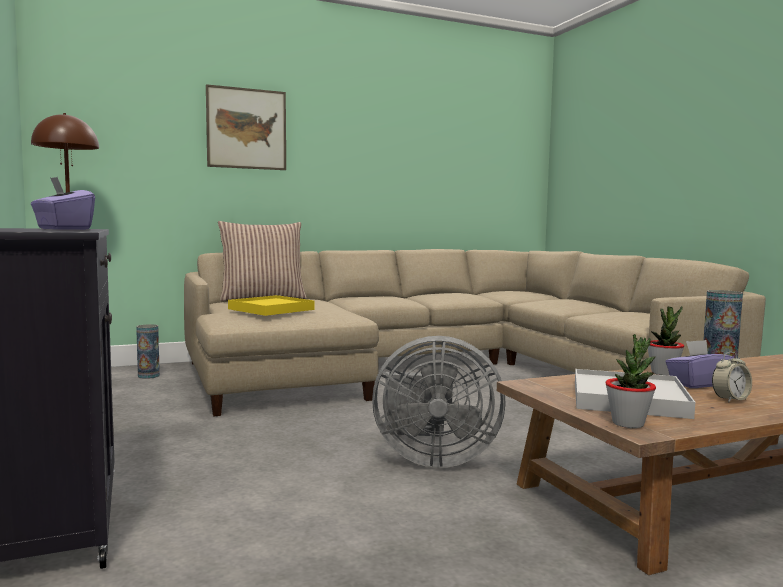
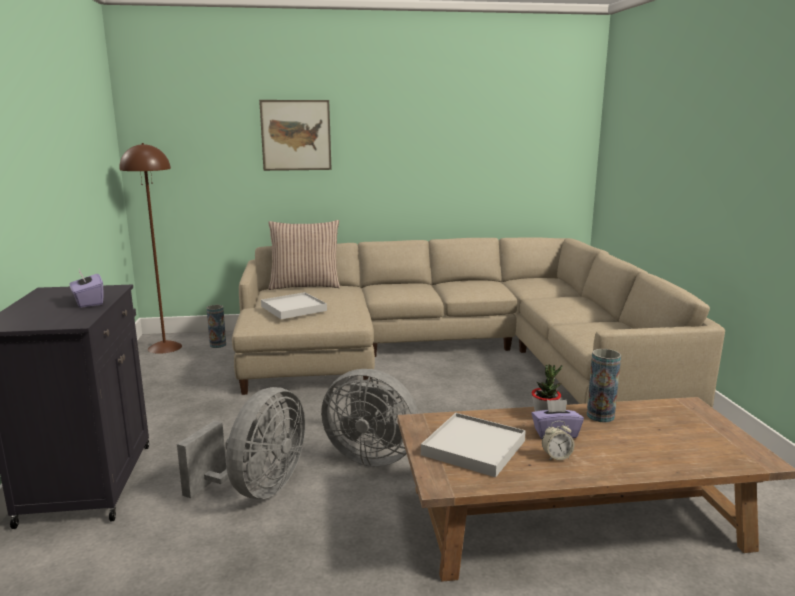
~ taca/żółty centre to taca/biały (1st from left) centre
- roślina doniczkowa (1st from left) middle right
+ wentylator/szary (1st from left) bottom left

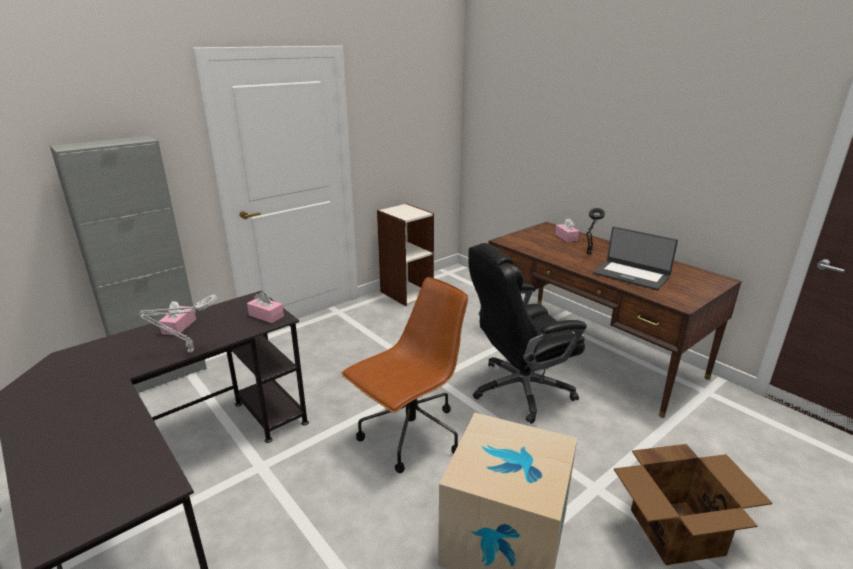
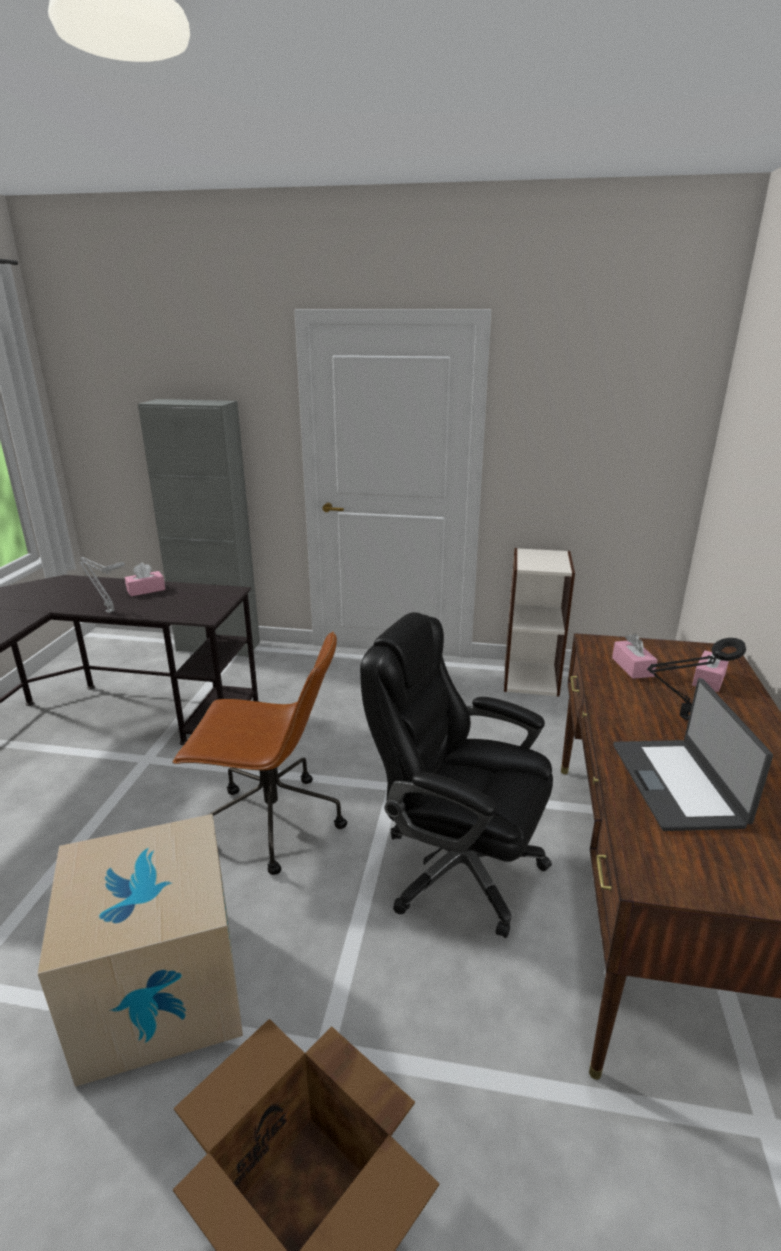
~ pudełko chusteczek/różowy (2nd from left) middle left to middle right

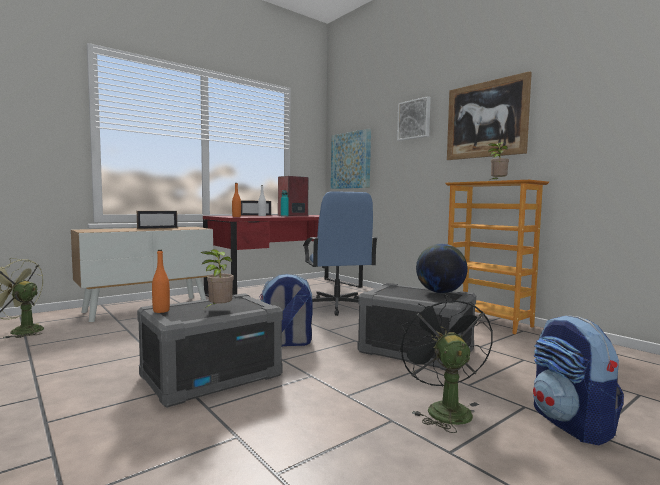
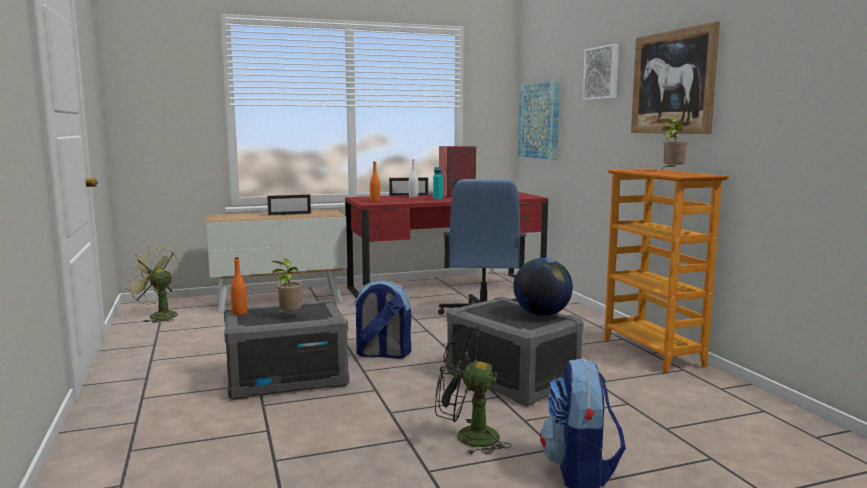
~ wentylator/czarny bottom right = bottom centre 90 degrees counterclockwise

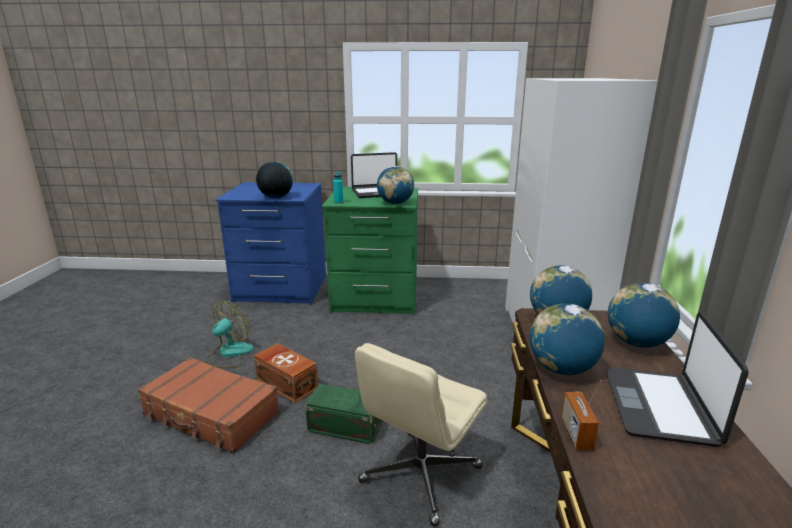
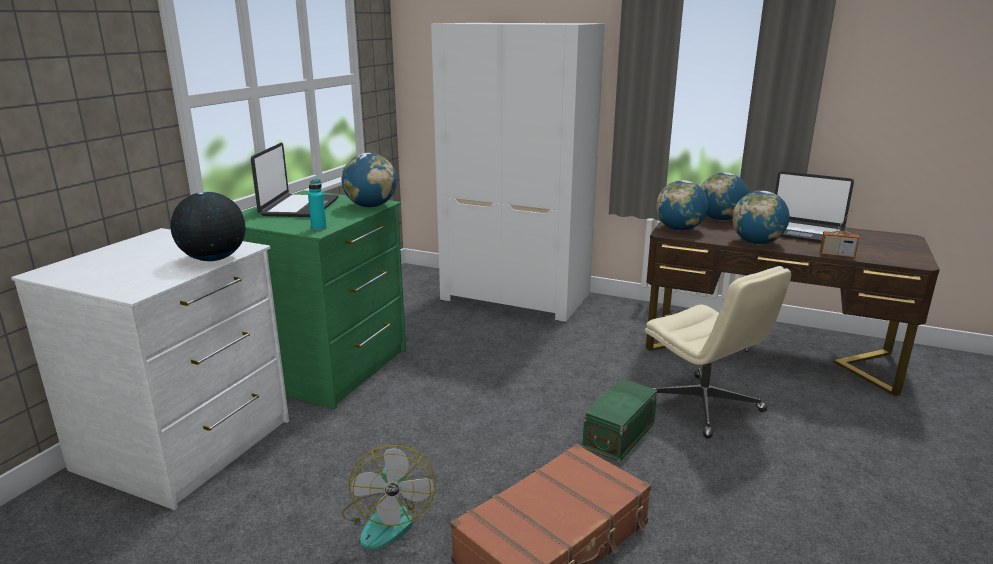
~ wentylator middle left = bottom centre 150 degrees counterclockwise
~ komoda/niebieski centre to komoda/biały middle left
- pojemnik do przechowywania/brązowy bottom centre

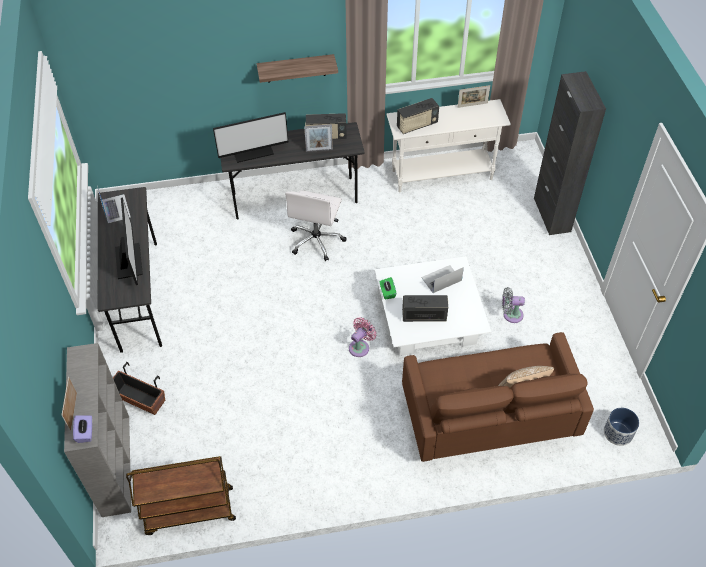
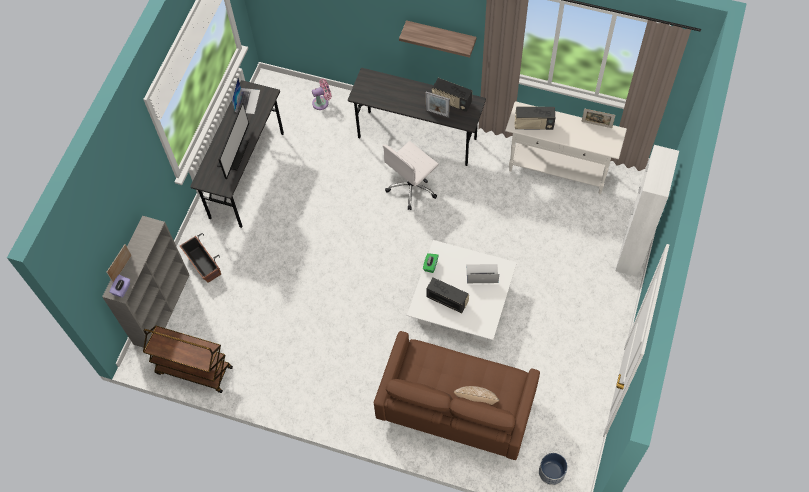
- monitor (2nd from left) top centre
~ wentylator/różowy centre to top centre
- wentylator/szary middle right
~ szafka/czarny top right to szafka/biały middle right

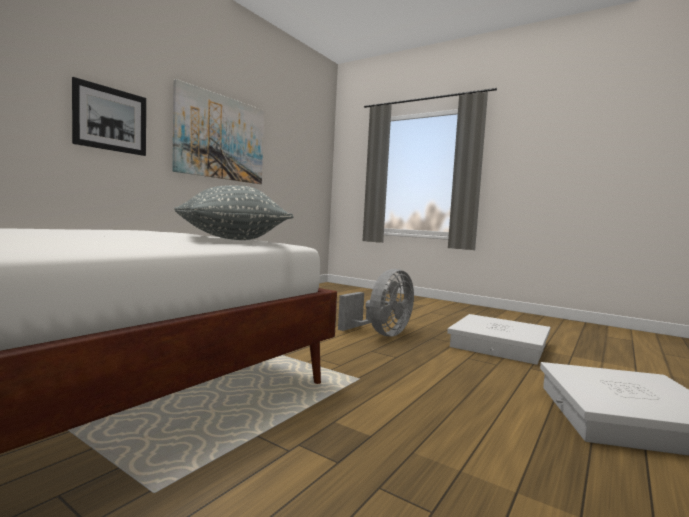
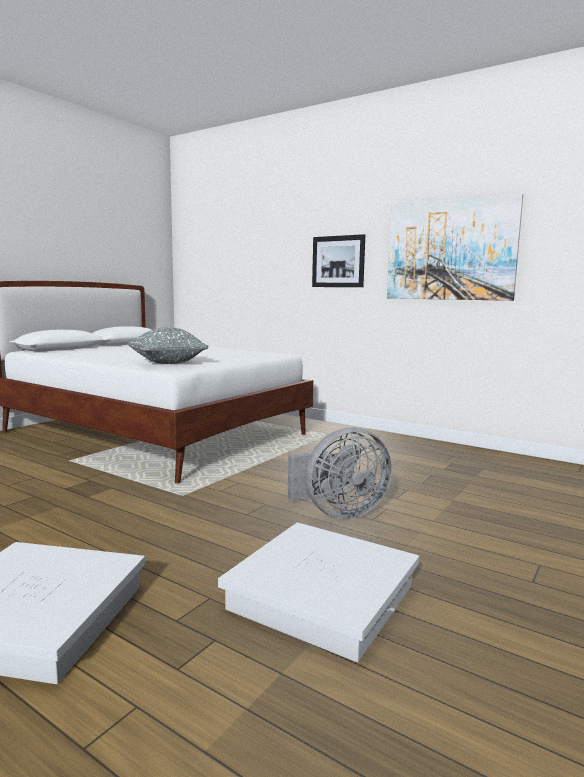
~ wentylator/szary centre = centre 60 degrees counterclockwise

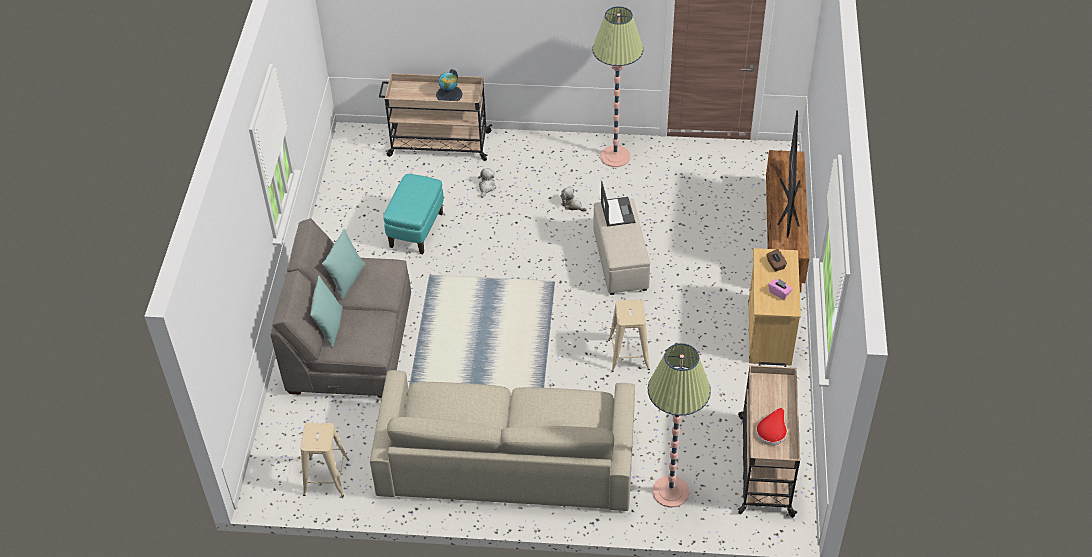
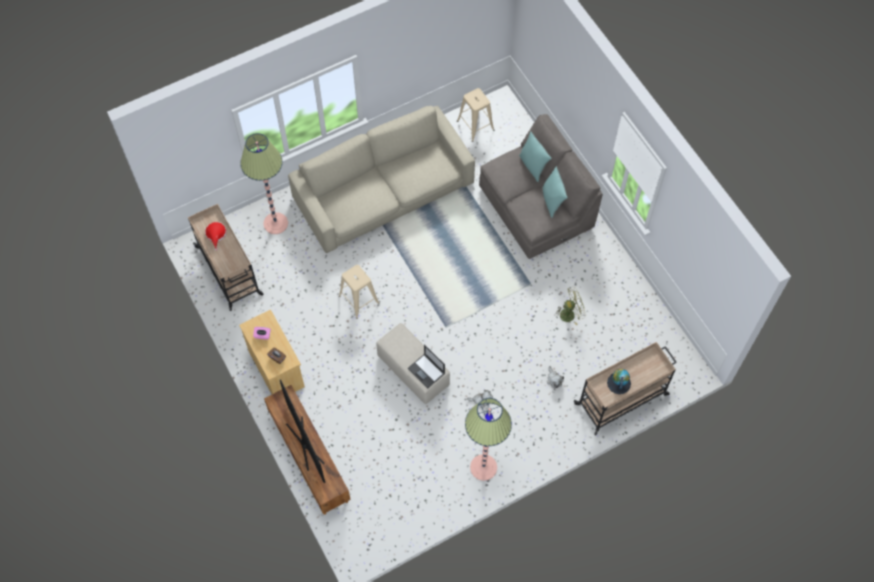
~ pufa/turkusowy centre to wentylator/zielony centre

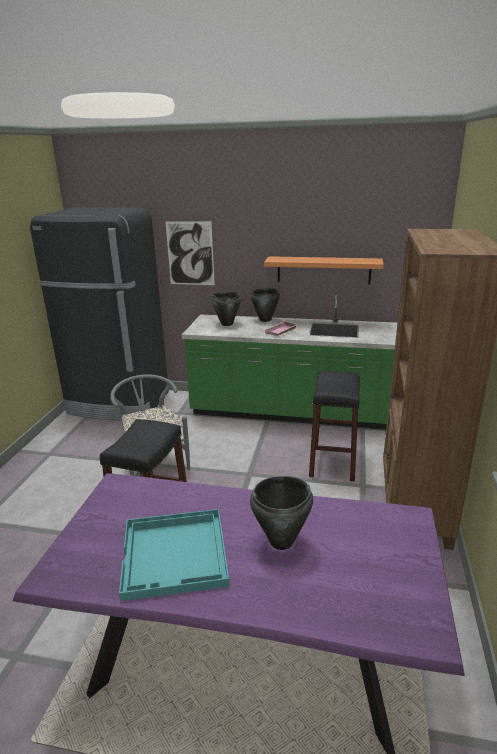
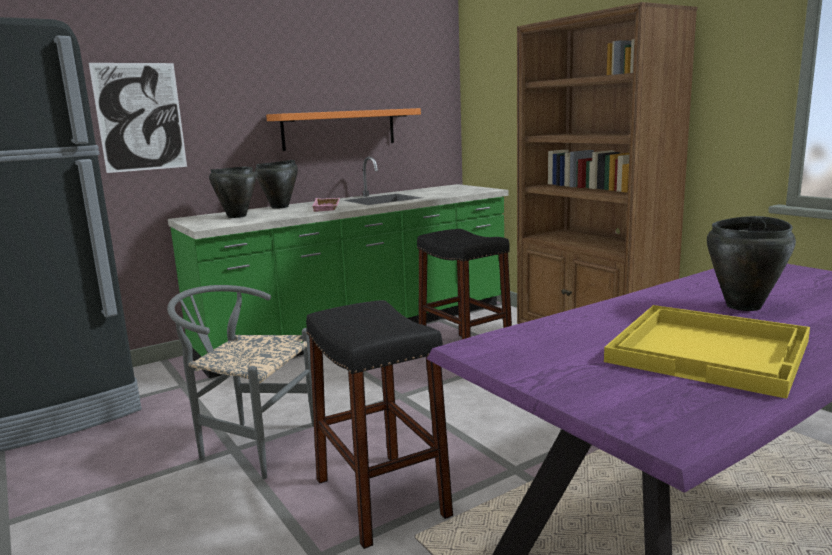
~ taca/turkusowy bottom centre to taca/żółty middle right

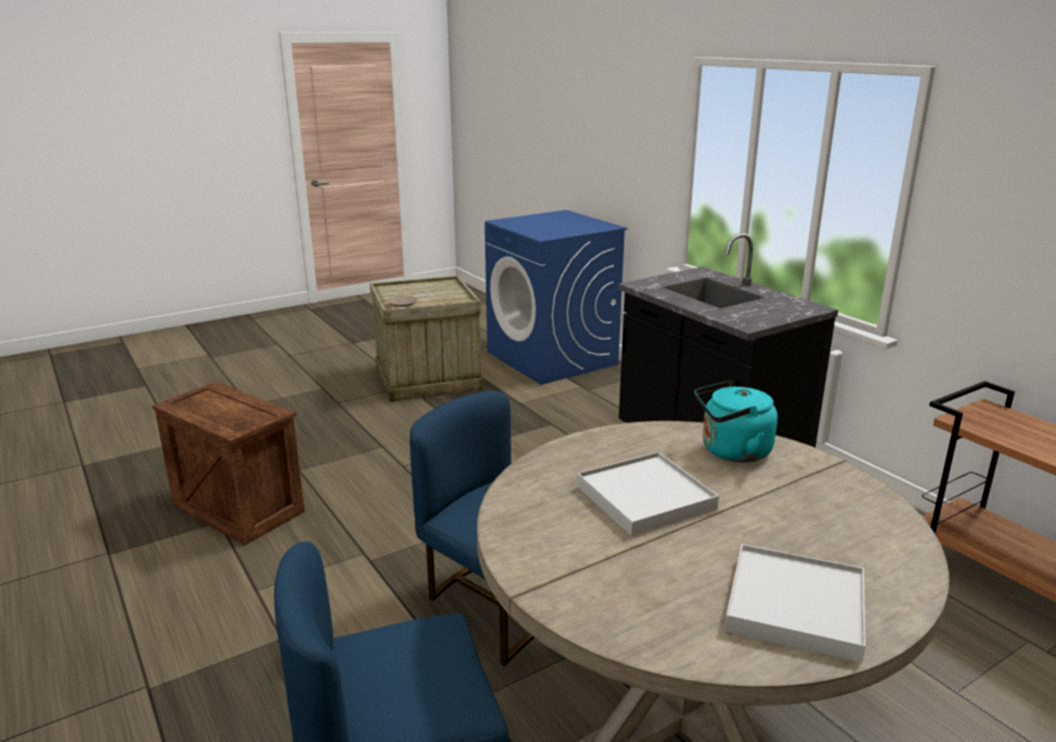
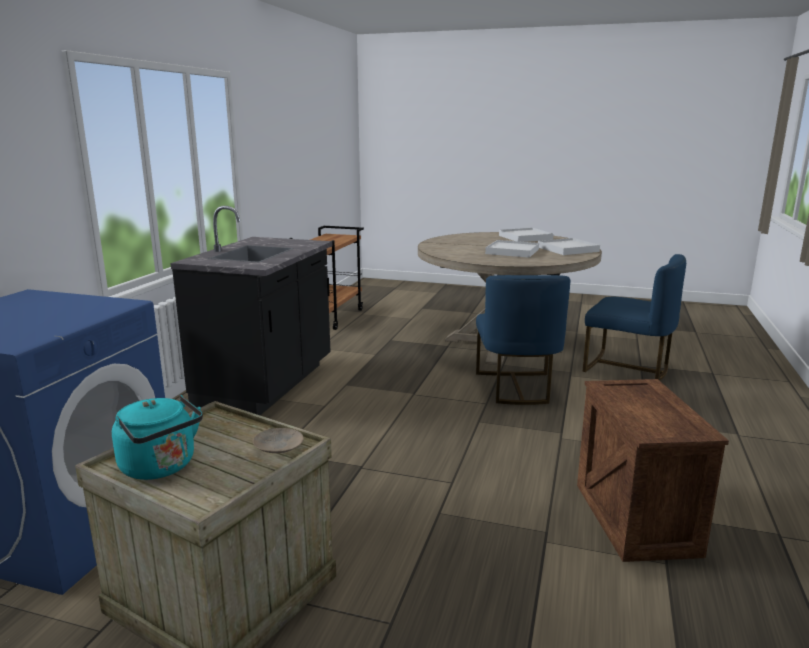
~ czajnik/turkusowy middle right to bottom left
+ taca/biały (3rd from left) middle right

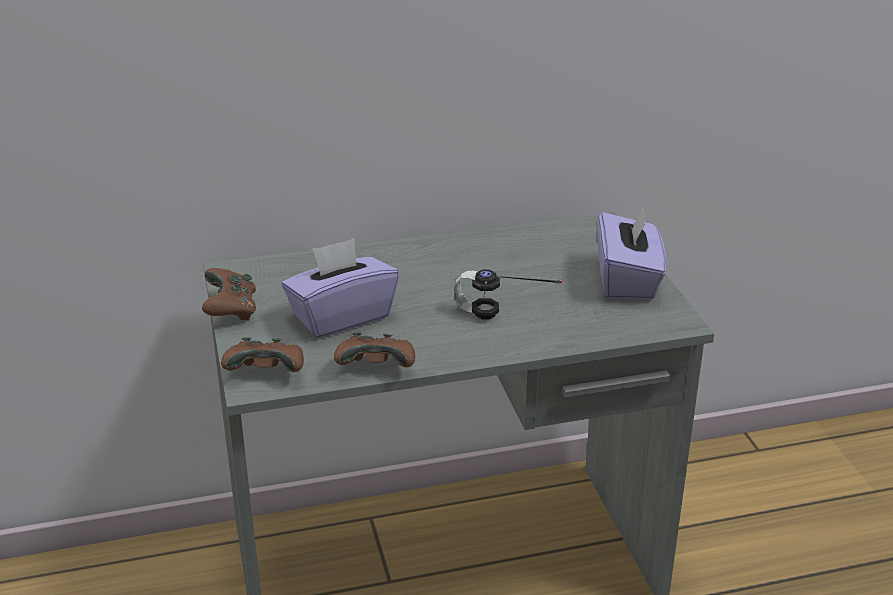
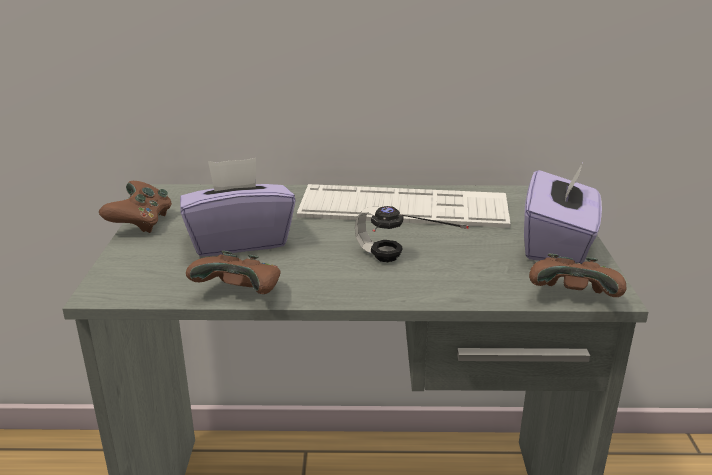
~ pad do gier/brązowy (2nd from left in the first image) middle left to pad do gier/brązowy (3rd from left) middle right
+ klawiatura centre

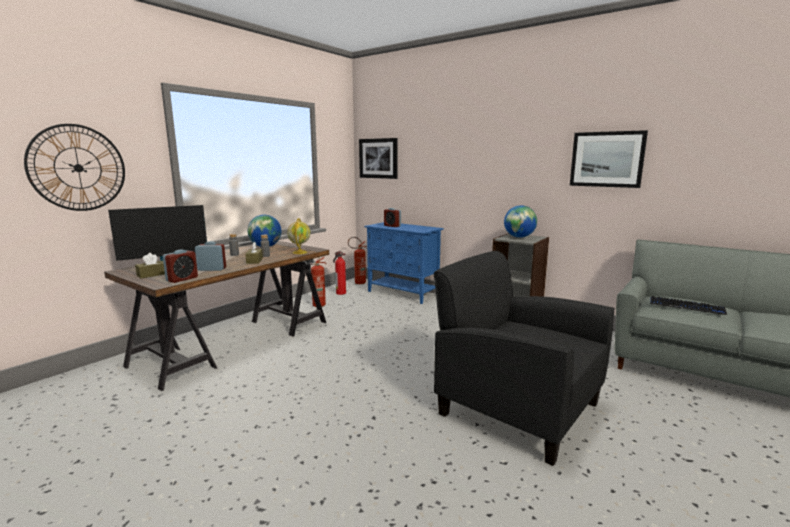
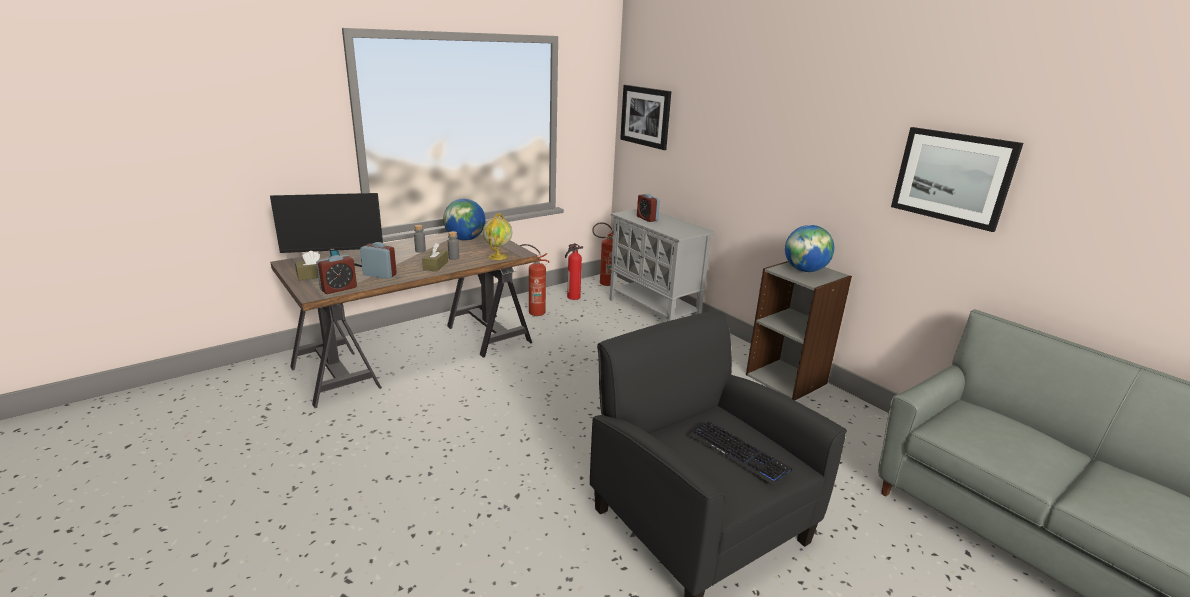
- zegar ścienny top left
~ szafka/niebieski centre to szafka/szary centre
~ klawiatura middle right to bottom centre

